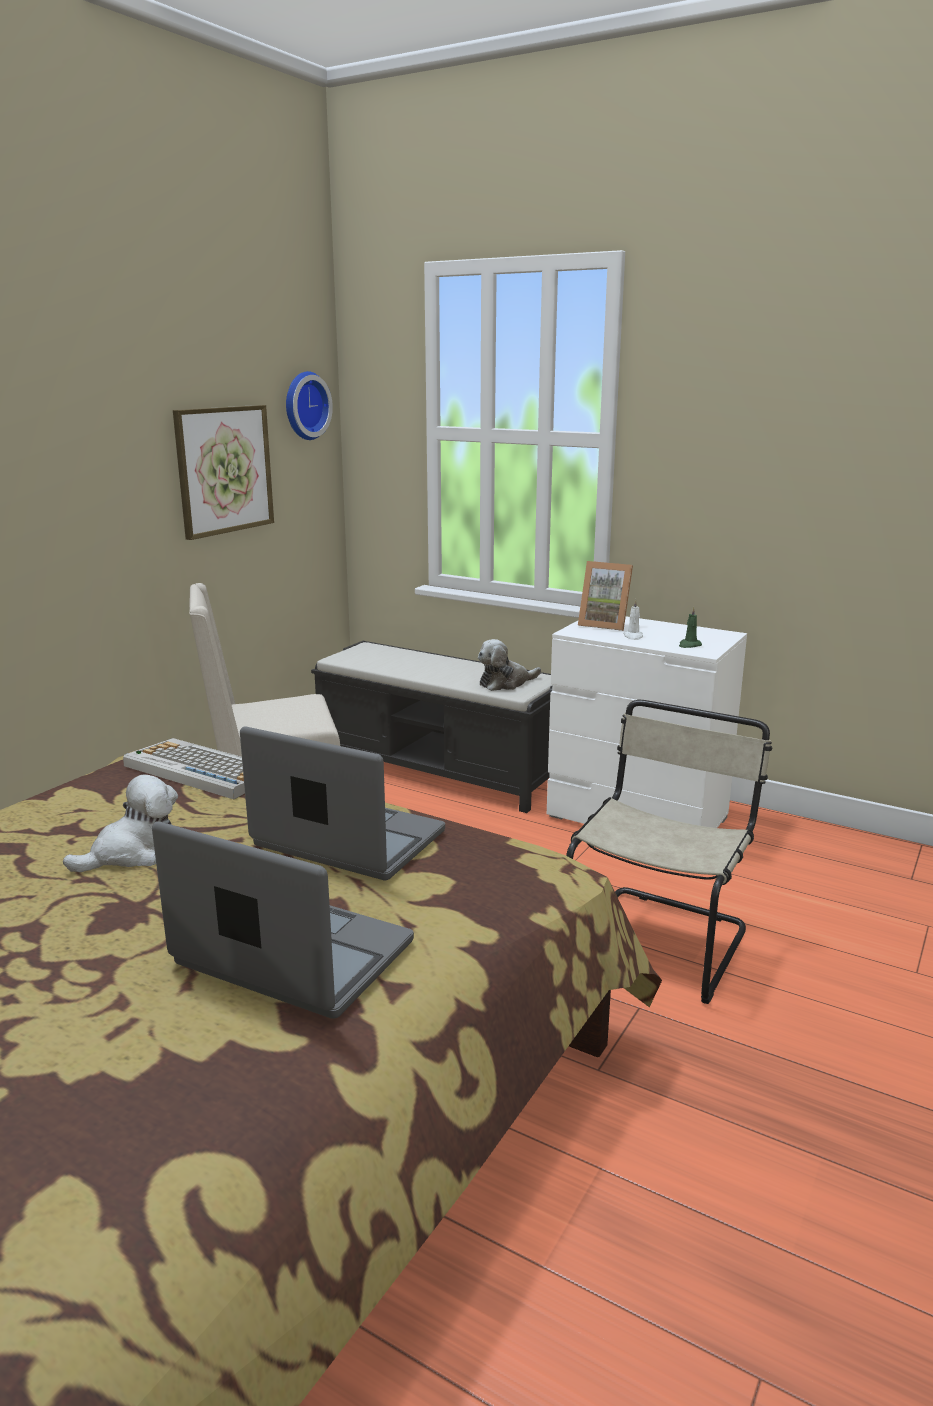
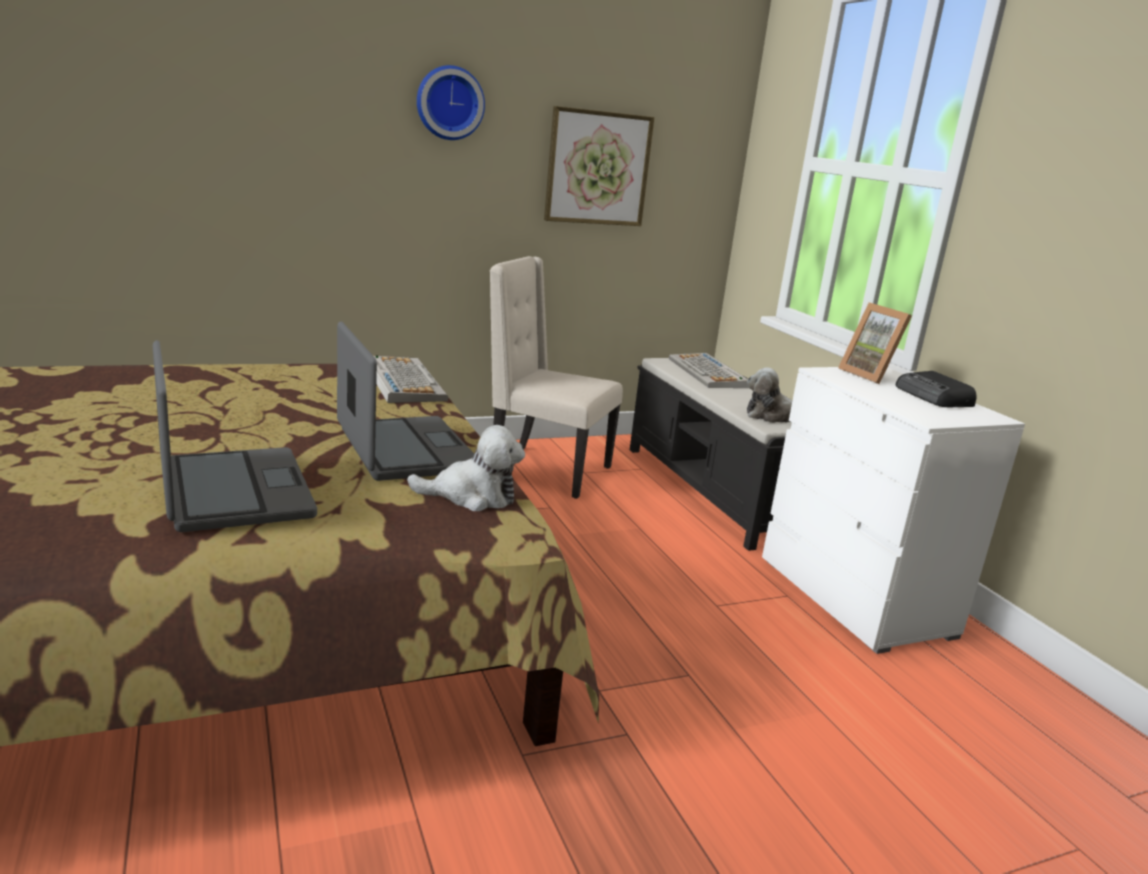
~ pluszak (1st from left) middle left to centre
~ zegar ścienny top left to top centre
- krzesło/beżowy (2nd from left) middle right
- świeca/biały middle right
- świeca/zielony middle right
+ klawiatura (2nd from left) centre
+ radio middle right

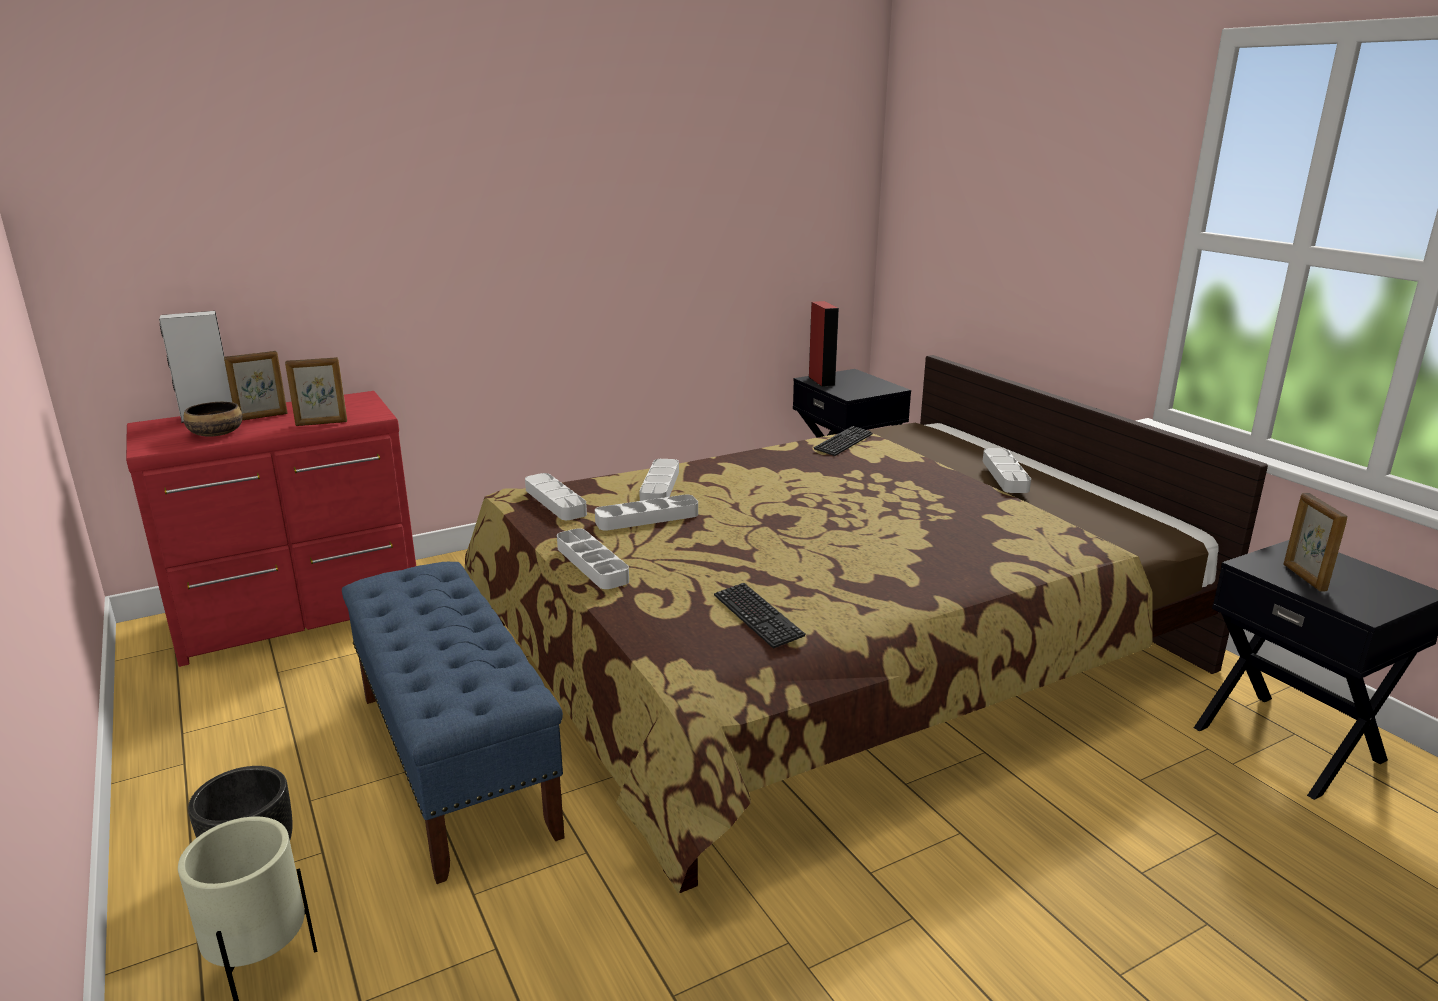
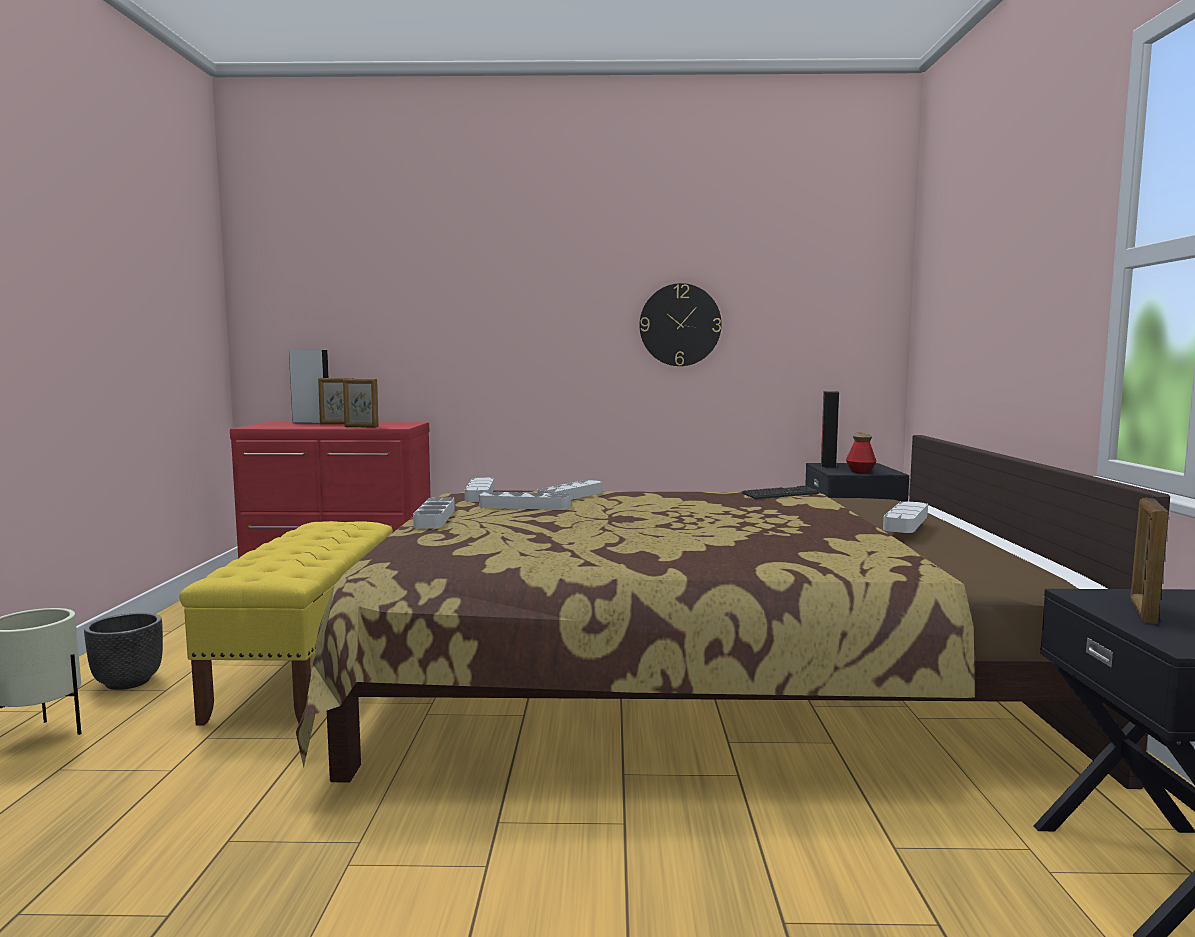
- miska middle left
~ ławka/niebieski bottom left to ławka/żółty middle left
- klawiatura (1st from left) centre
+ zegar ścienny centre
+ butelka middle right

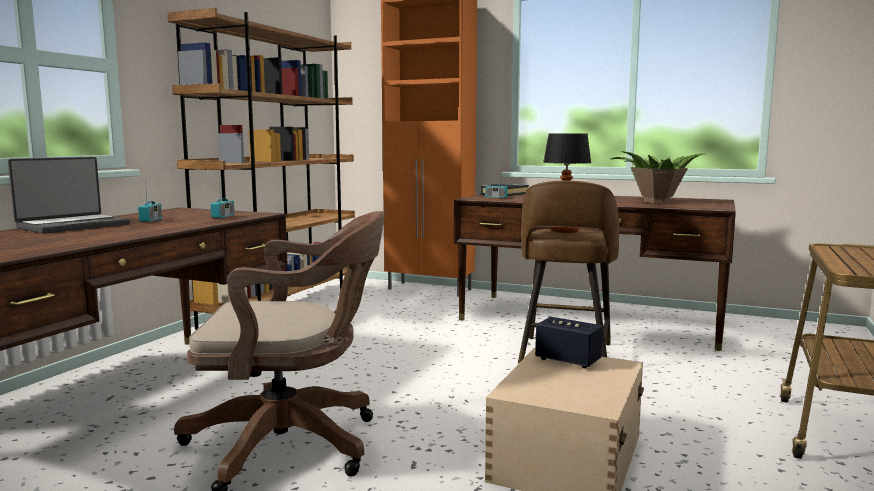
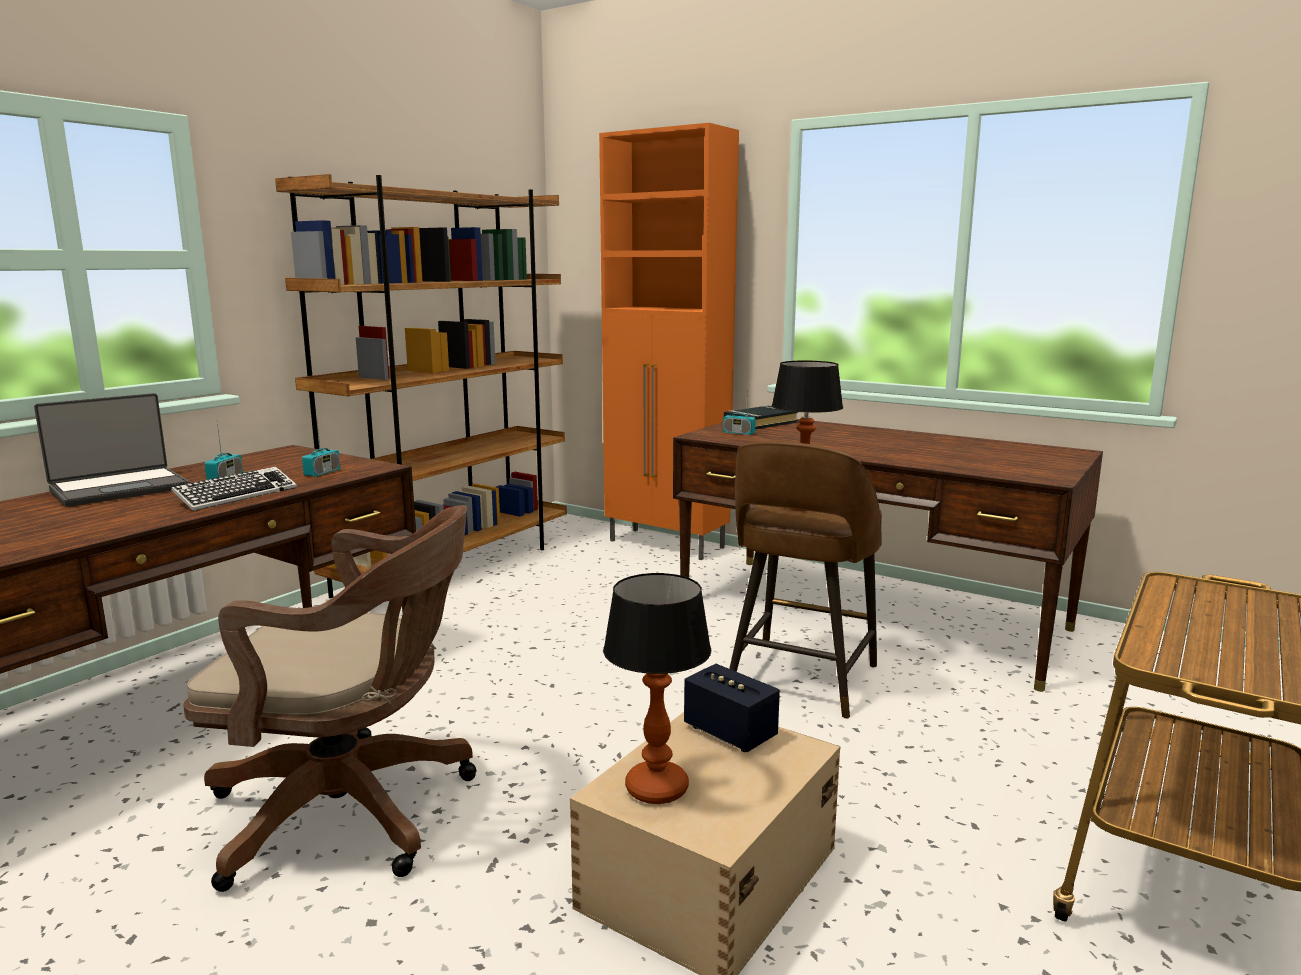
- roślina doniczkowa middle right
+ klawiatura middle left
+ lampa stołowa (1st from left) bottom centre

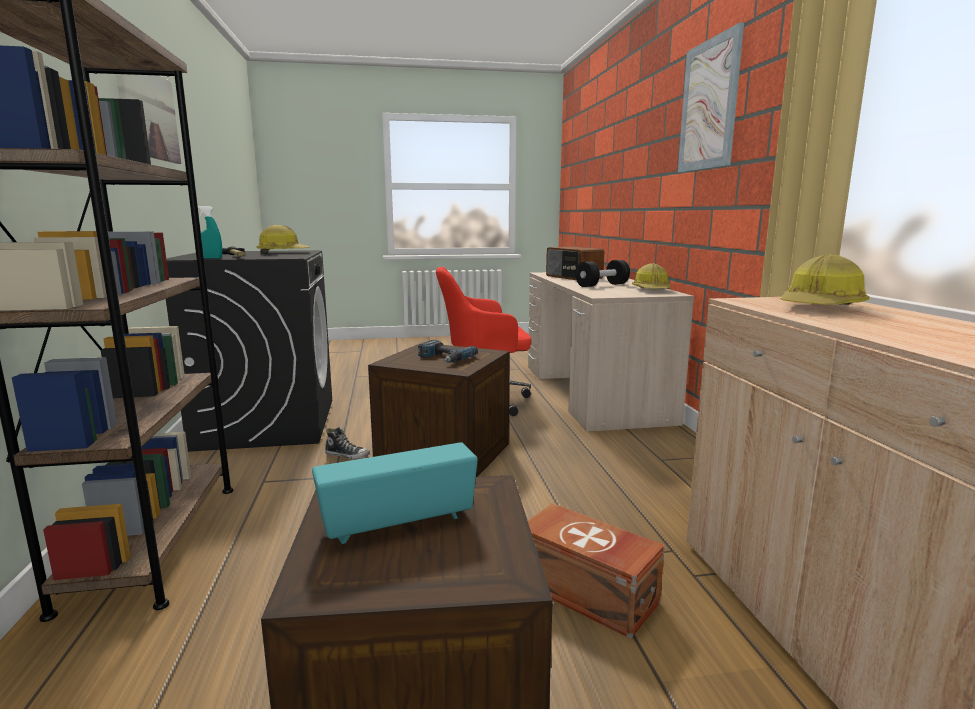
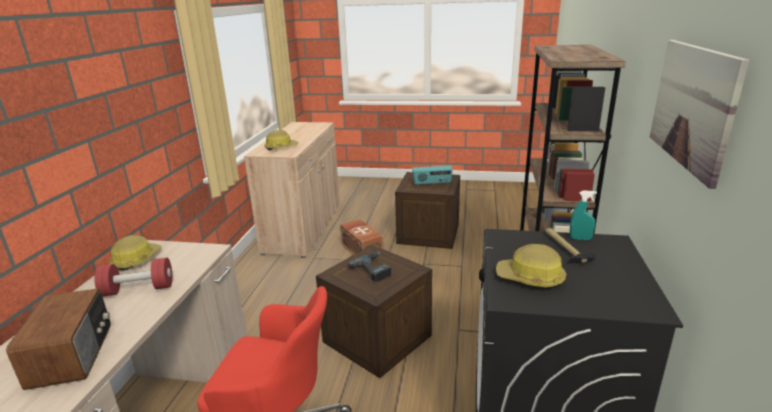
- but centre
~ hantel/czarny centre to hantel/czerwony bottom left
- obraz (2nd from left) top right

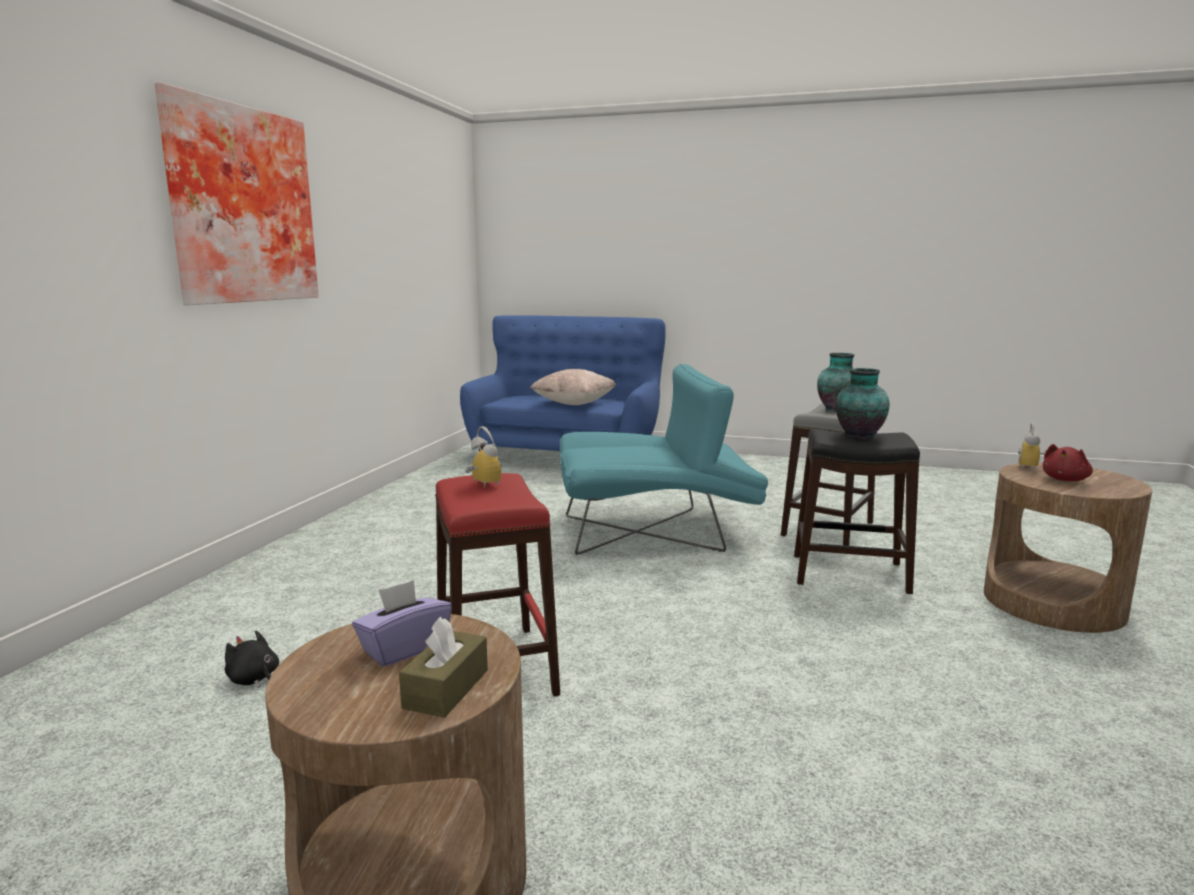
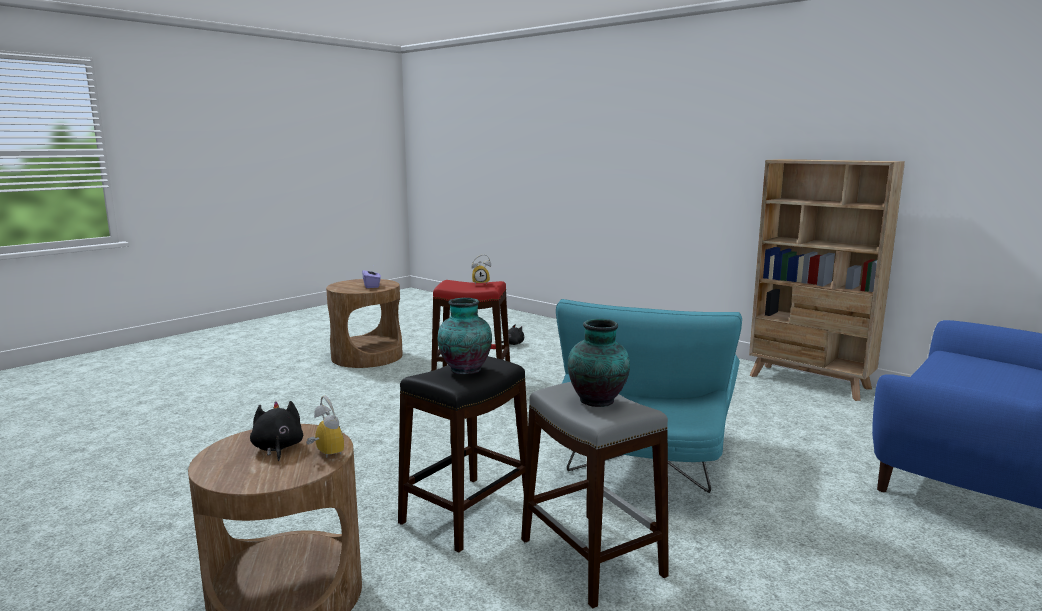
- obraz top left
- pudełko chusteczek/brązowy bottom centre
- poduszka/beżowy centre
~ pluszak/czerwony middle right to pluszak/czarny (1st from left) bottom left
+ regał/beżowy middle right

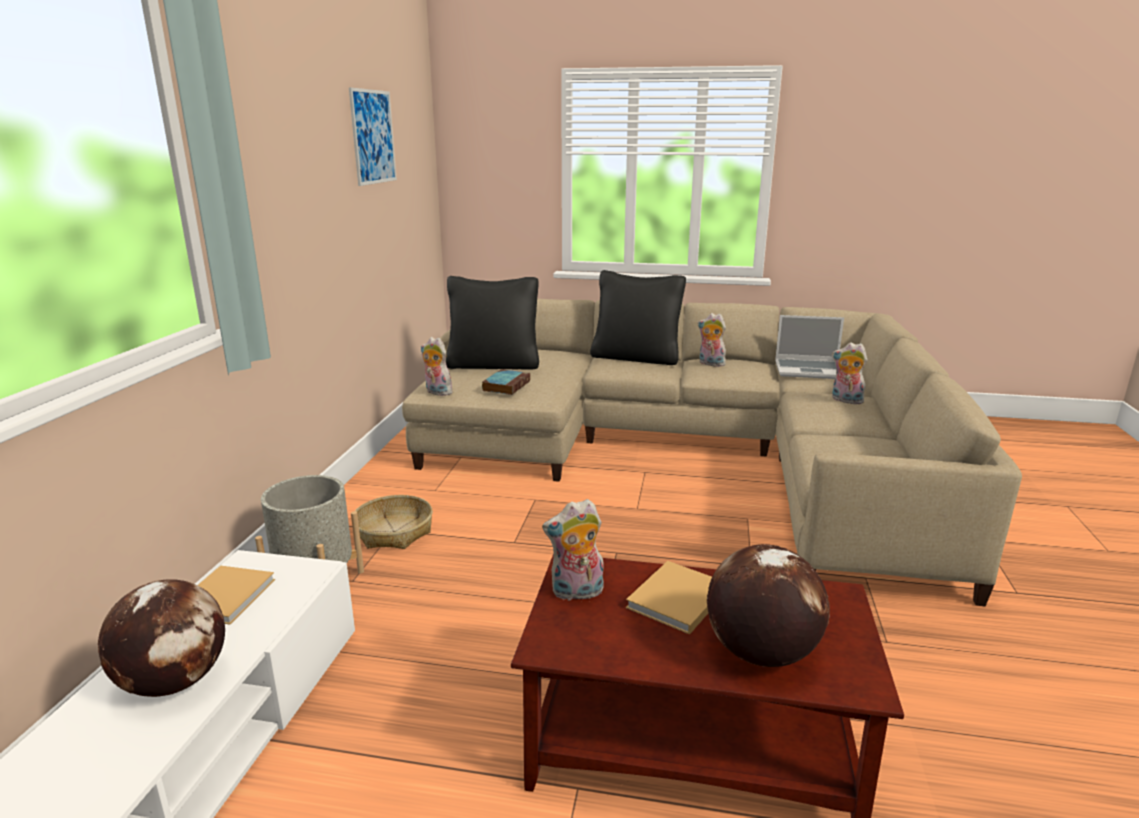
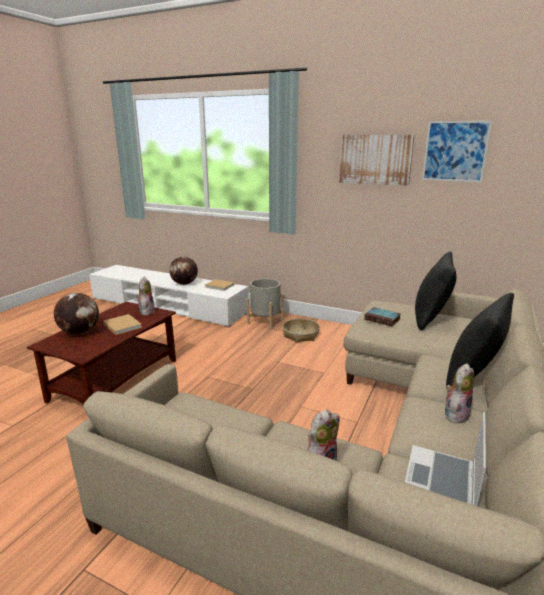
- pluszak (1st from left) centre
+ obraz (1st from left) top right

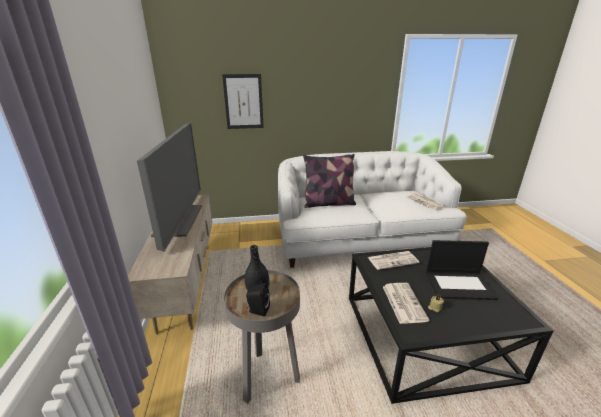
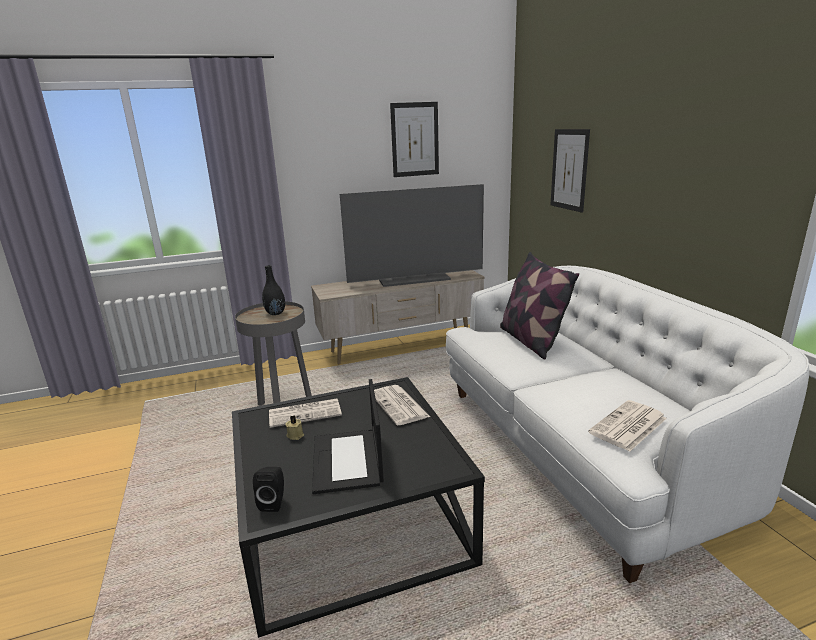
~ głośnik/czarny bottom centre to bottom left
+ obraz (1st from left) top centre

